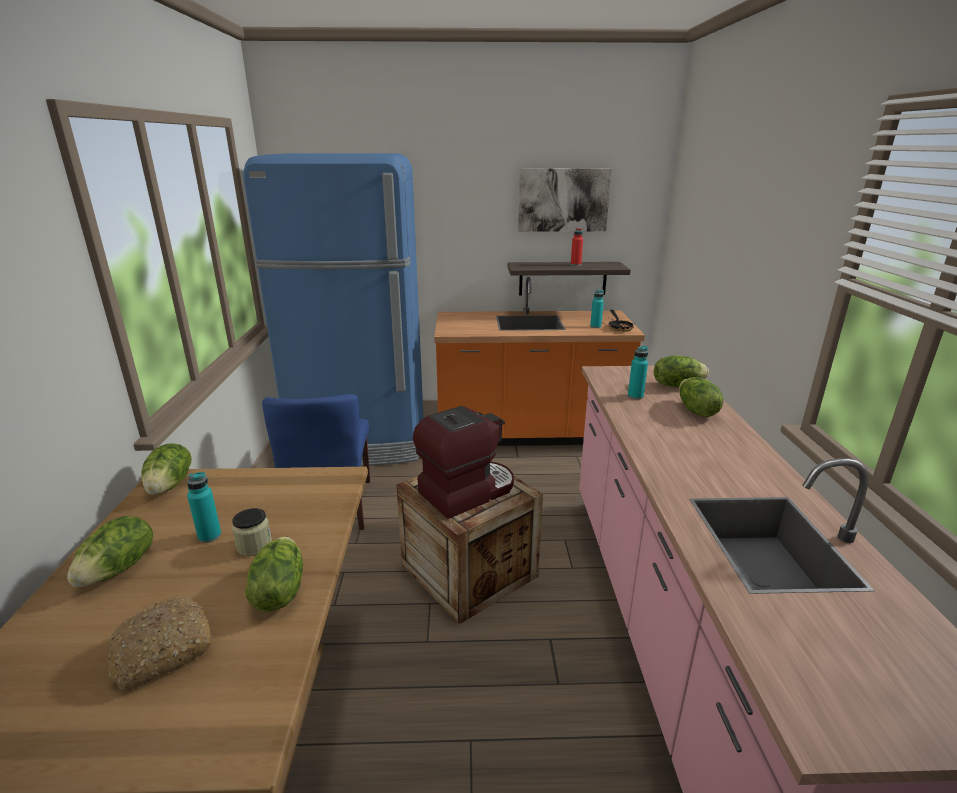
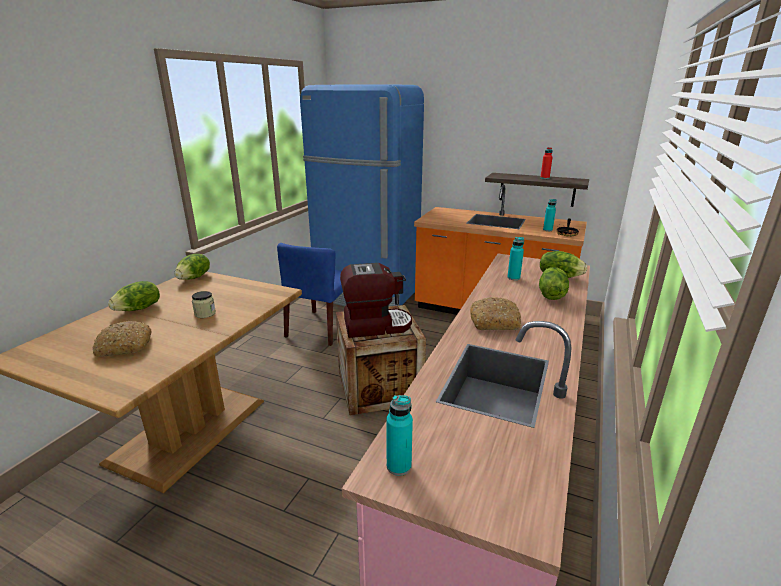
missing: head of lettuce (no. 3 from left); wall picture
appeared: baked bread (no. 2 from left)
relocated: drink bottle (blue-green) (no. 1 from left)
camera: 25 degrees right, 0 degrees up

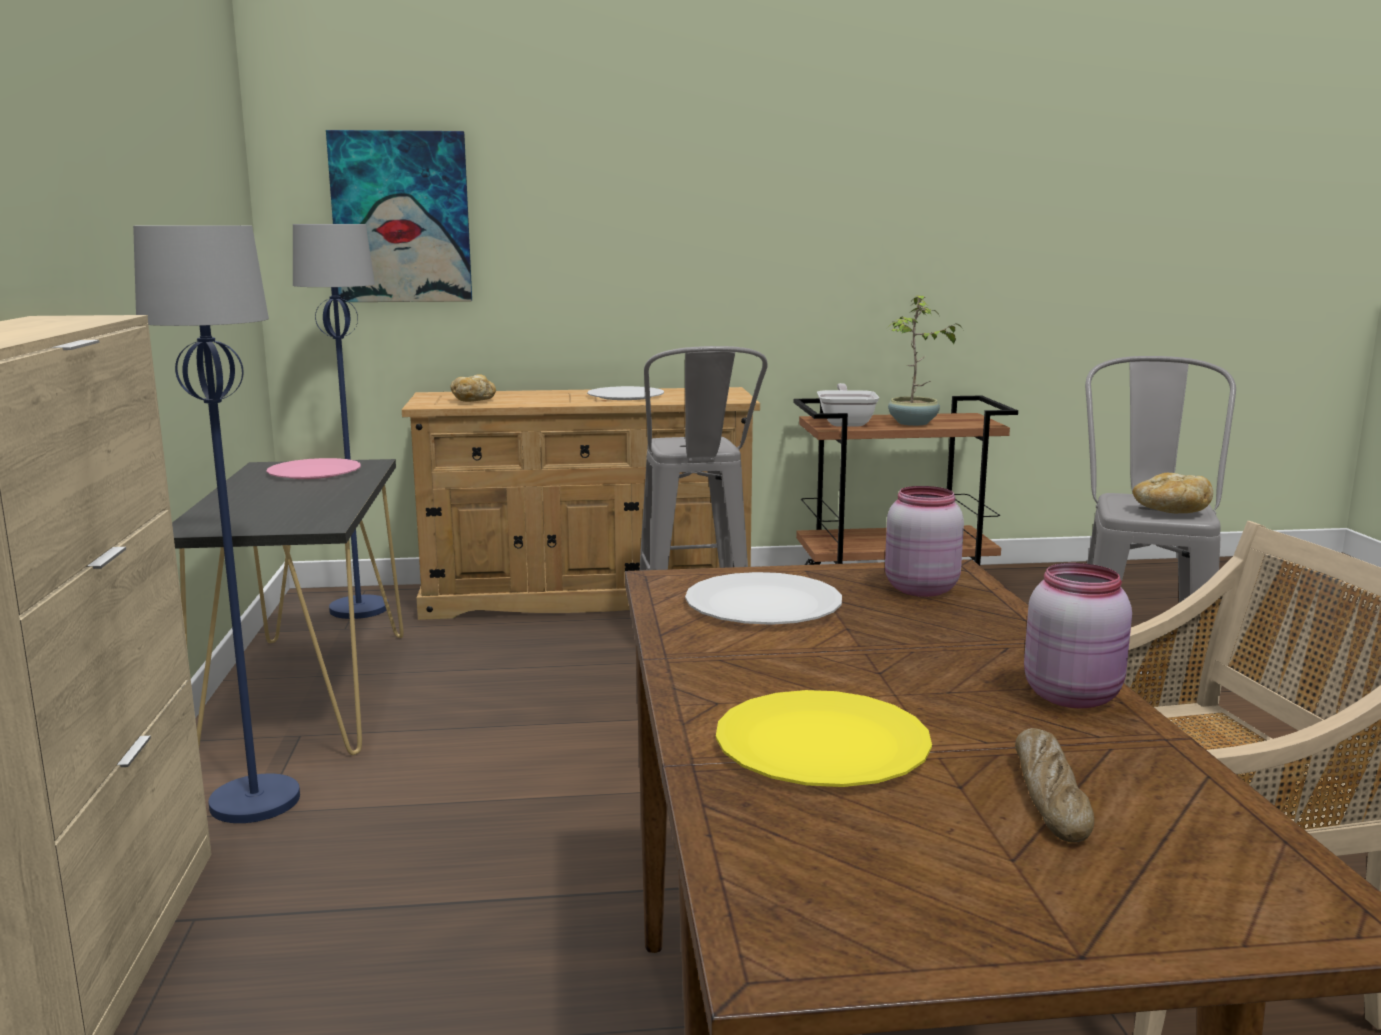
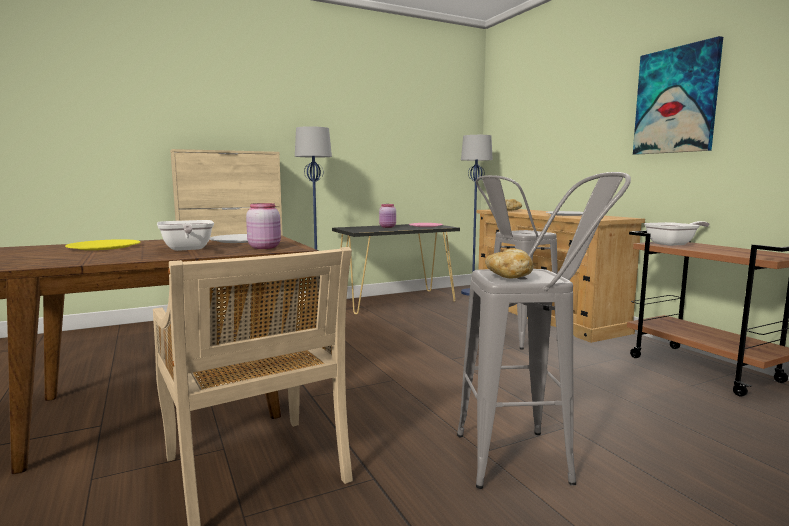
missing: potted plant; baked bread (no. 2 from left)
appeared: frying pan (no. 1 from left)
relocated: wall picture; storage jar (pink) (no. 2 from left)
camera: 70 degrees right, 5 degrees down

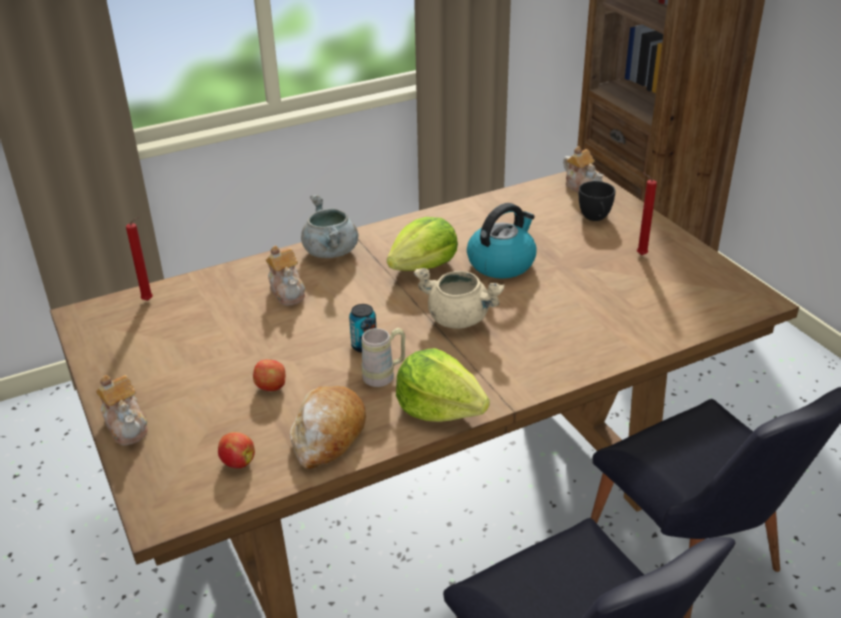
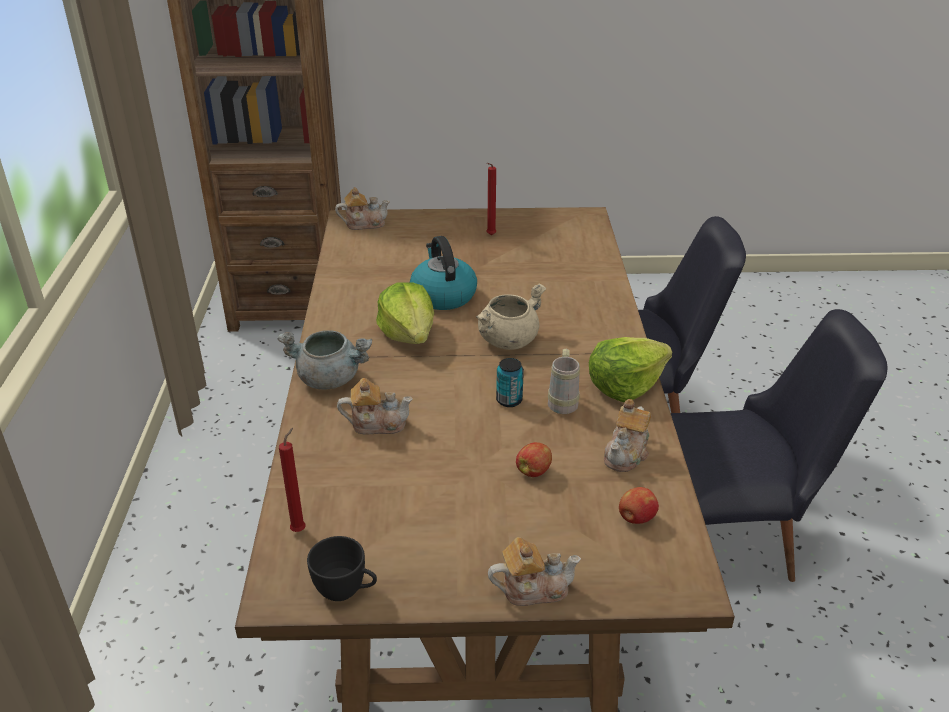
relocated: small cup (black)
exchanged: baked bread to tea pot (no. 4 from left)
camera: 65 degrees left, 0 degrees up

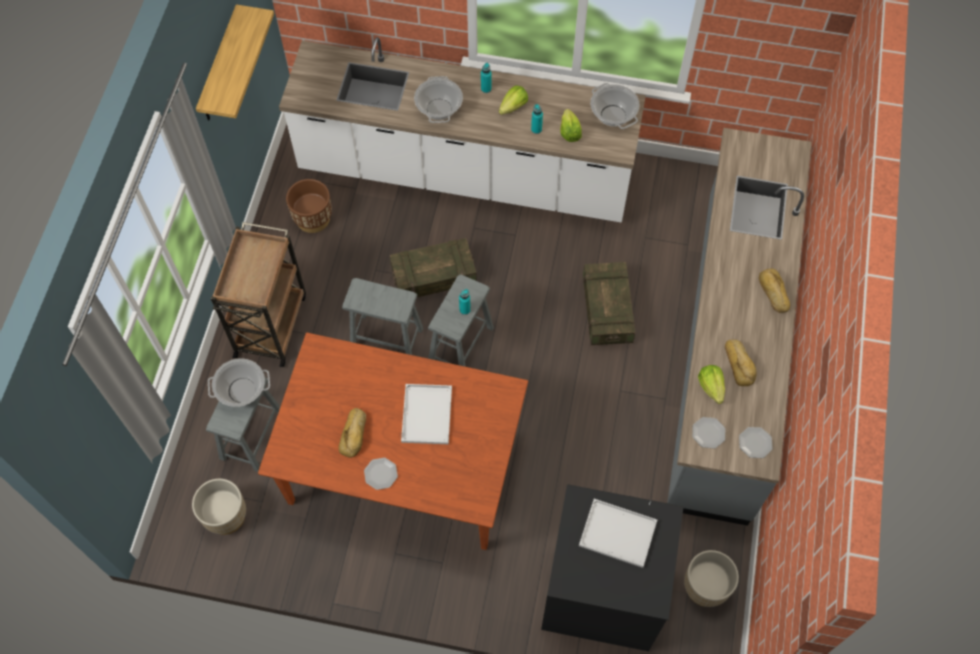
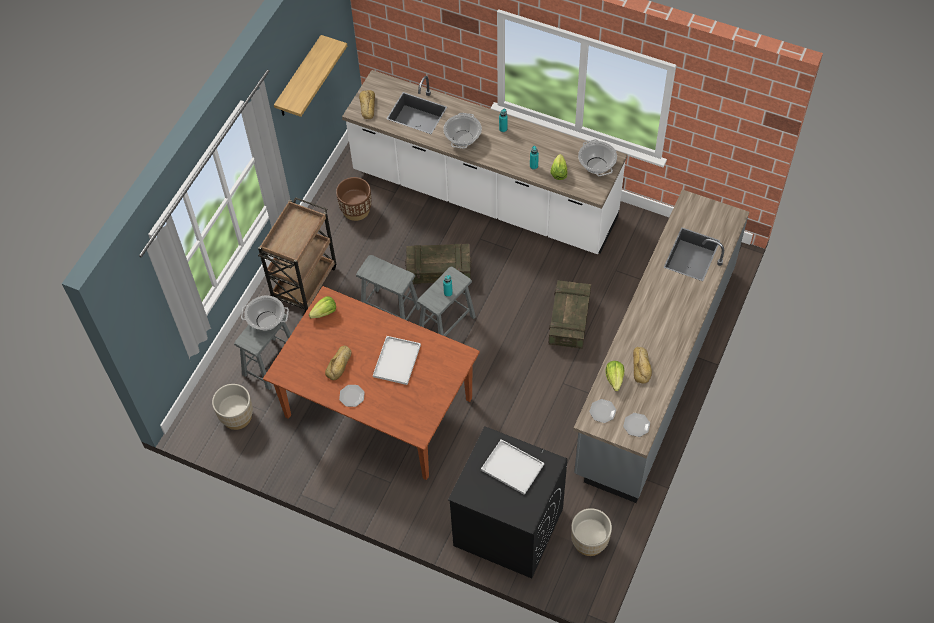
relocated: head of lettuce (no. 1 from left); baked bread (no. 3 from left in the first image) to baked bread (no. 2 from left)
camera: 15 degrees right, 5 degrees down

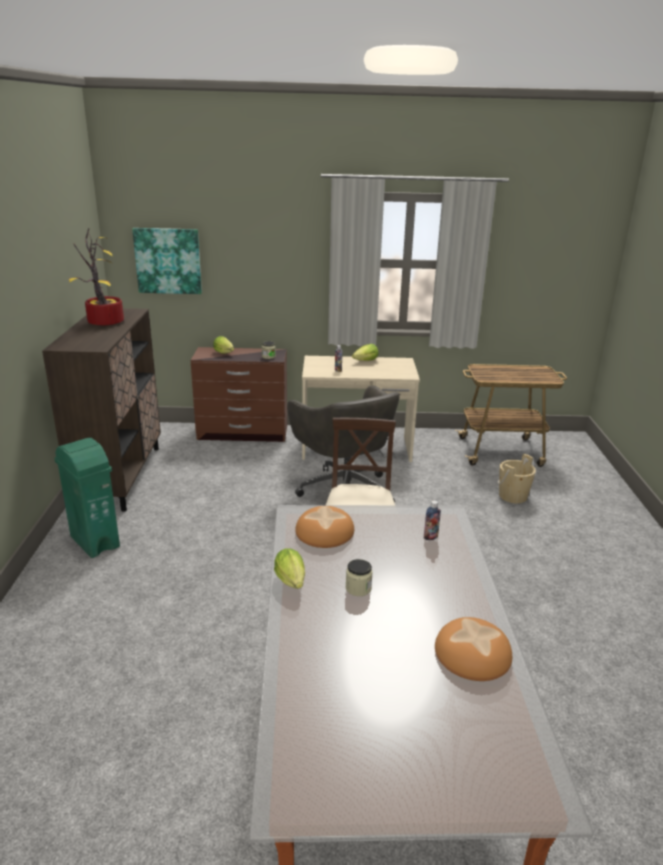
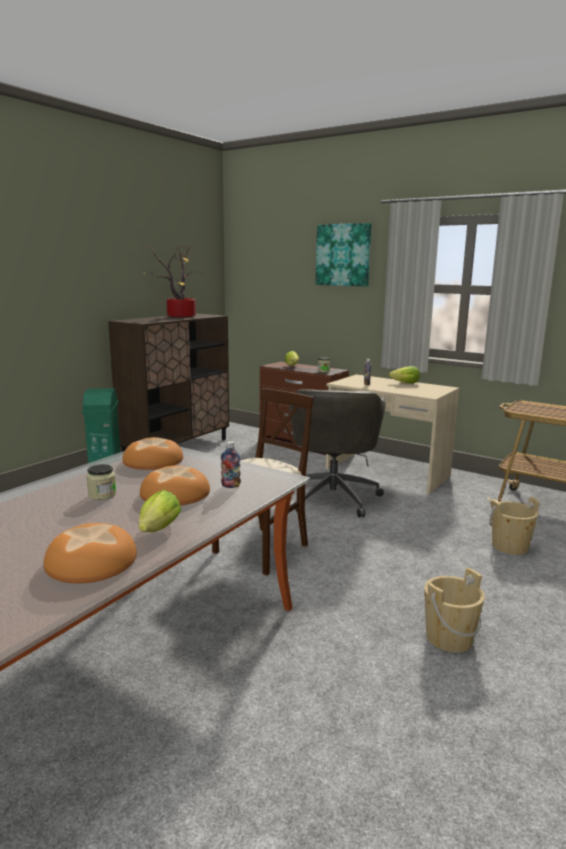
appeared: baked bread (no. 3 from left); water bucket (sand-coloured) (no. 1 from left)
relocated: wall picture; head of lettuce (no. 2 from left in the first image) to head of lettuce (no. 1 from left)
camera: 35 degrees right, 10 degrees down

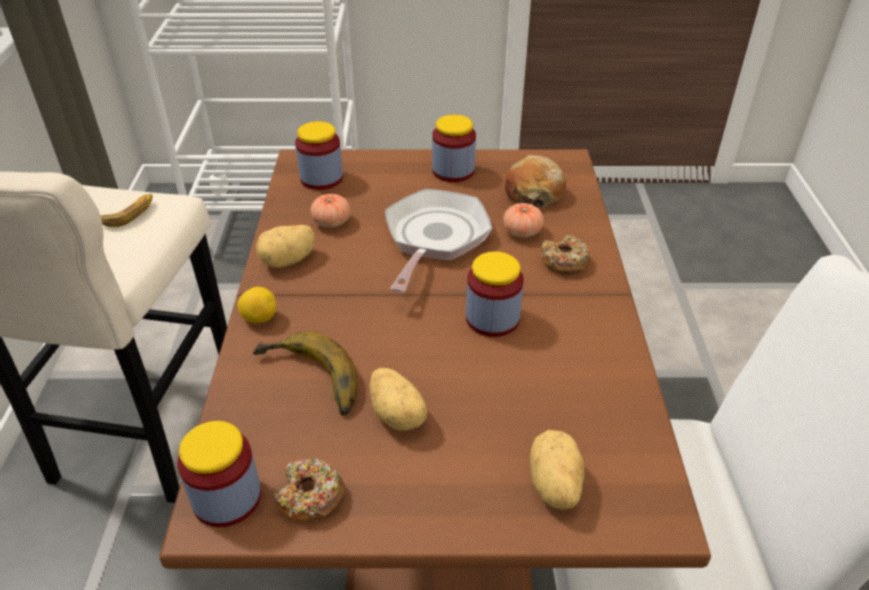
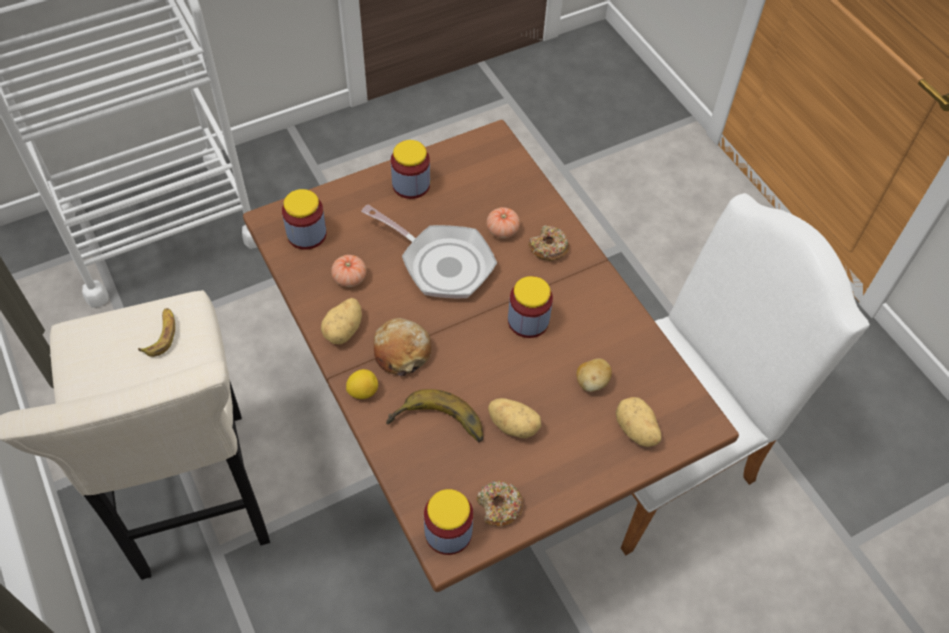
appeared: potato (no. 3 from left)
relocated: baked bread
spun: frying pan 135 degrees clockwise
camera: 30 degrees left, 15 degrees up

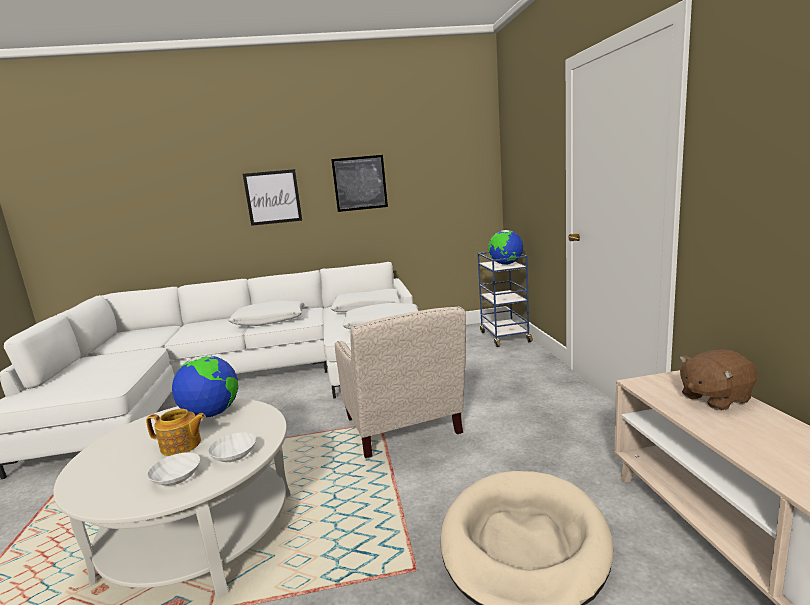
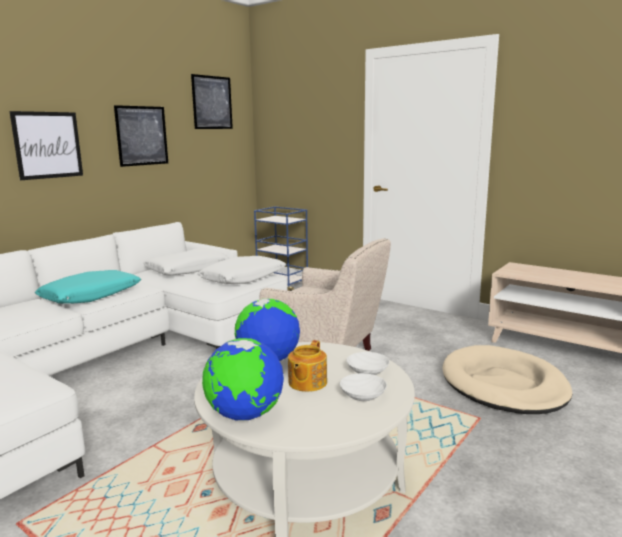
missing: plush toy (brownish)
appeared: wall picture (no. 3 from left)
relocated: world globe (no. 2 from left in the first image) to world globe (no. 1 from left)
colour: pillow (whitish) (no. 1 from left) to pillow (blue-green)
spun: tea pot 150 degrees clockwise
camera: 45 degrees left, 0 degrees up

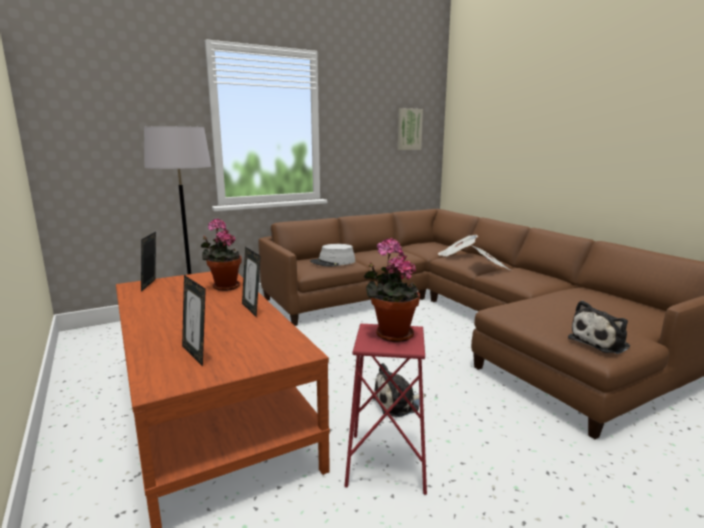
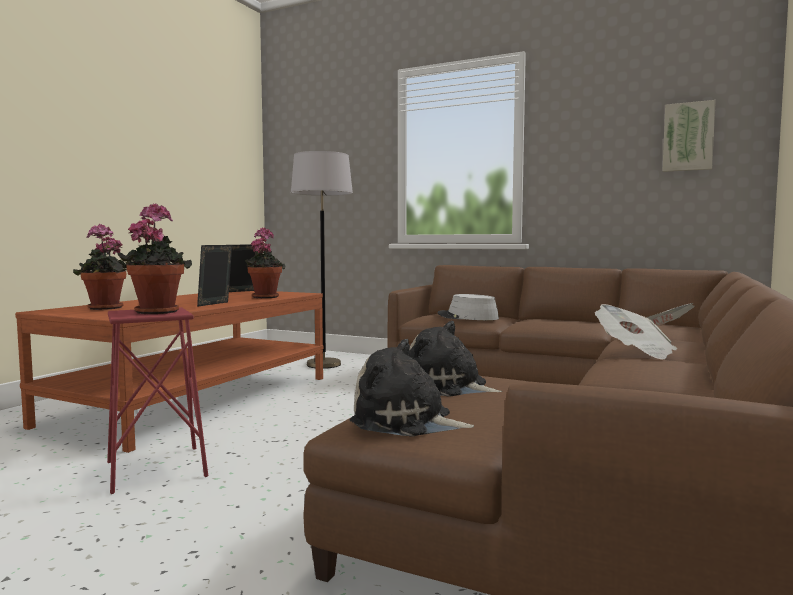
relocated: plush toy (no. 1 from left in the first image) to plush toy (no. 2 from left)
exchanged: picture frame (no. 2 from left) to potted plant (no. 1 from left)
camera: 55 degrees right, 10 degrees down

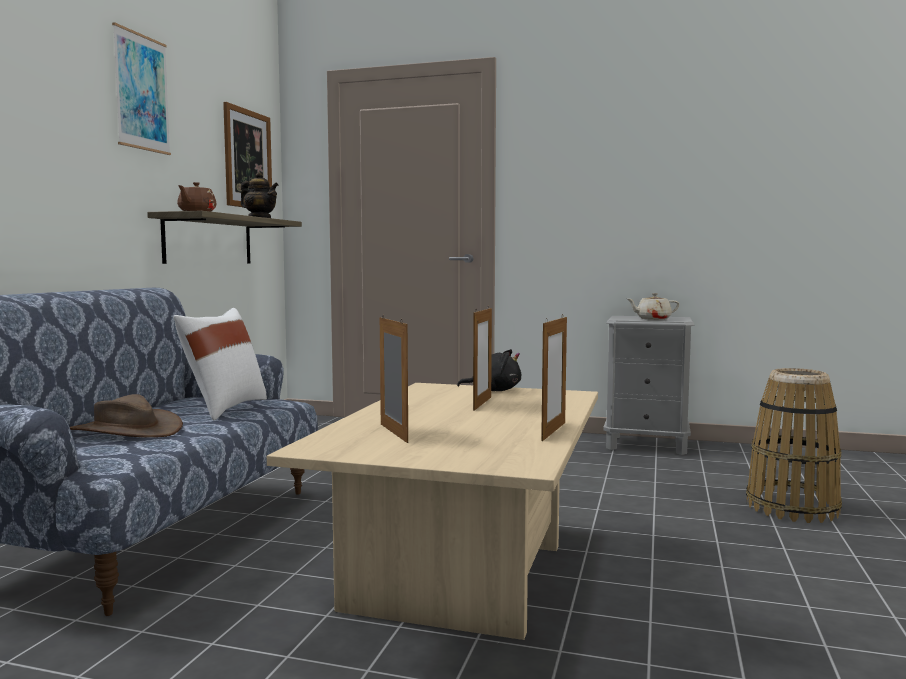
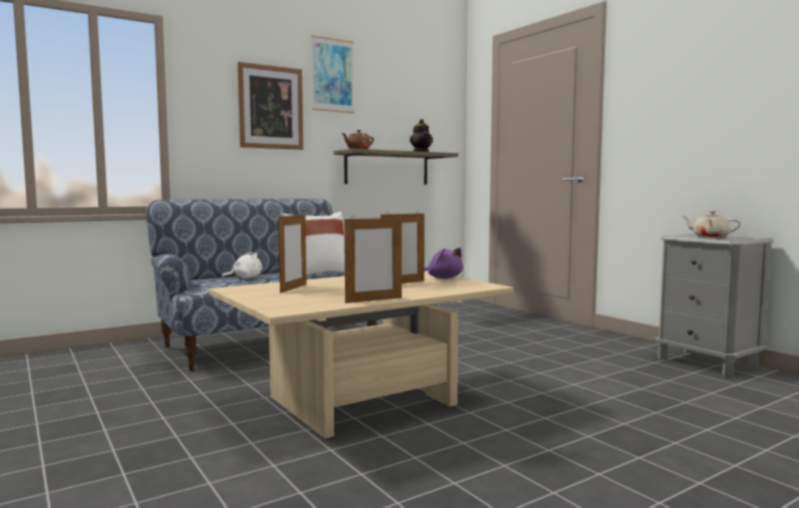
missing: household basket
relocated: wall picture (no. 2 from left in the first image) to wall picture (no. 1 from left)
exchanged: clothing hat (brownish) to plush toy (whitish)
colour: plush toy (black) to plush toy (purple)
camera: 40 degrees right, 0 degrees up

